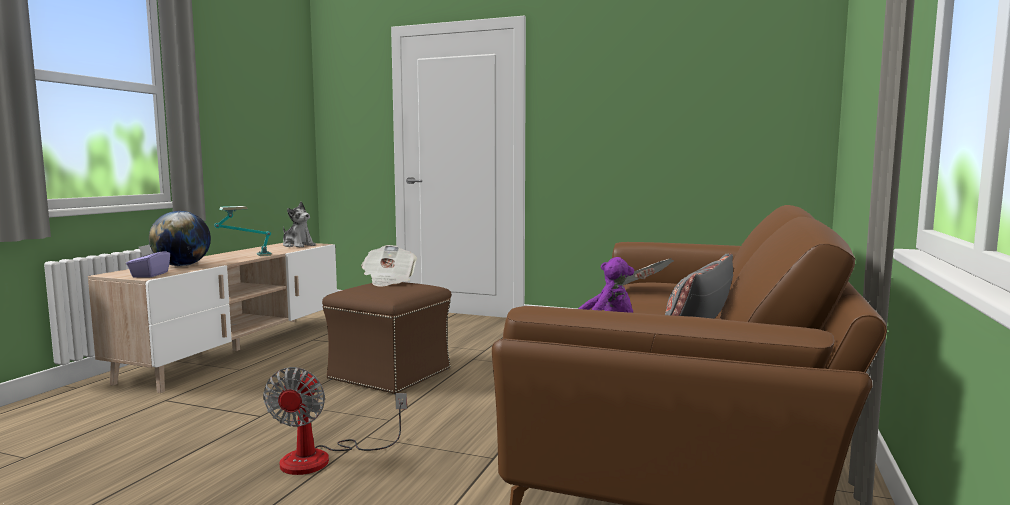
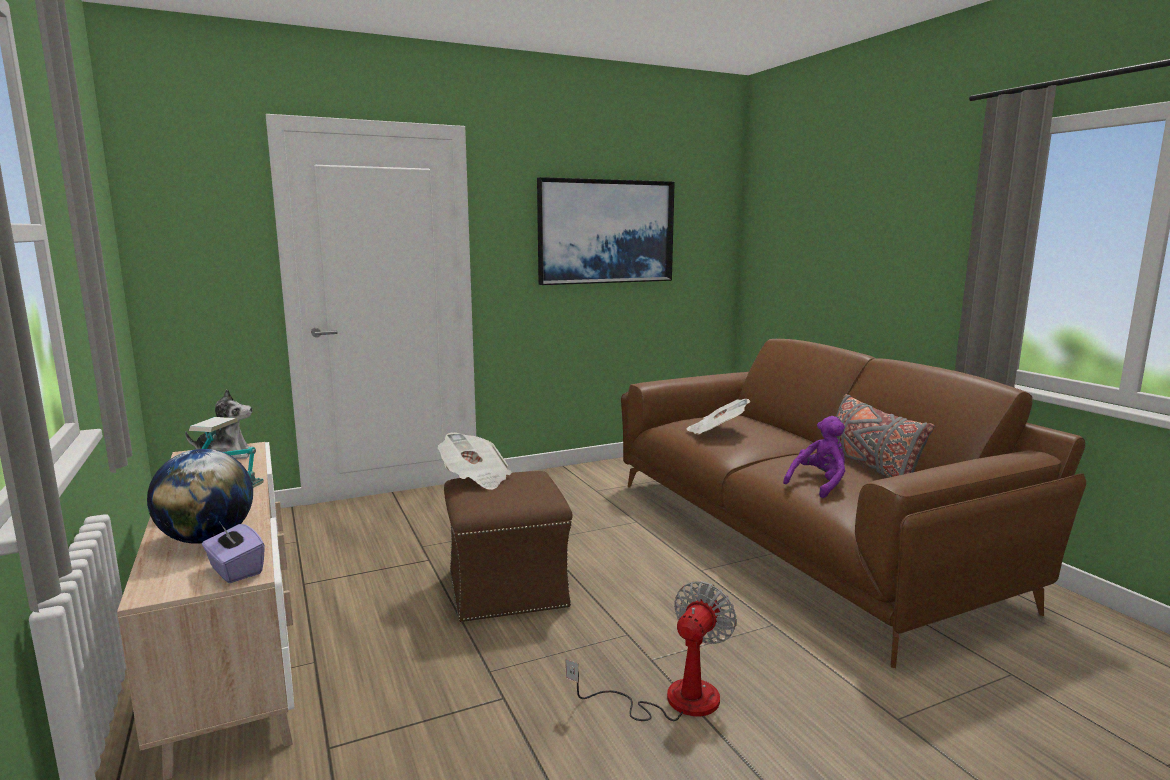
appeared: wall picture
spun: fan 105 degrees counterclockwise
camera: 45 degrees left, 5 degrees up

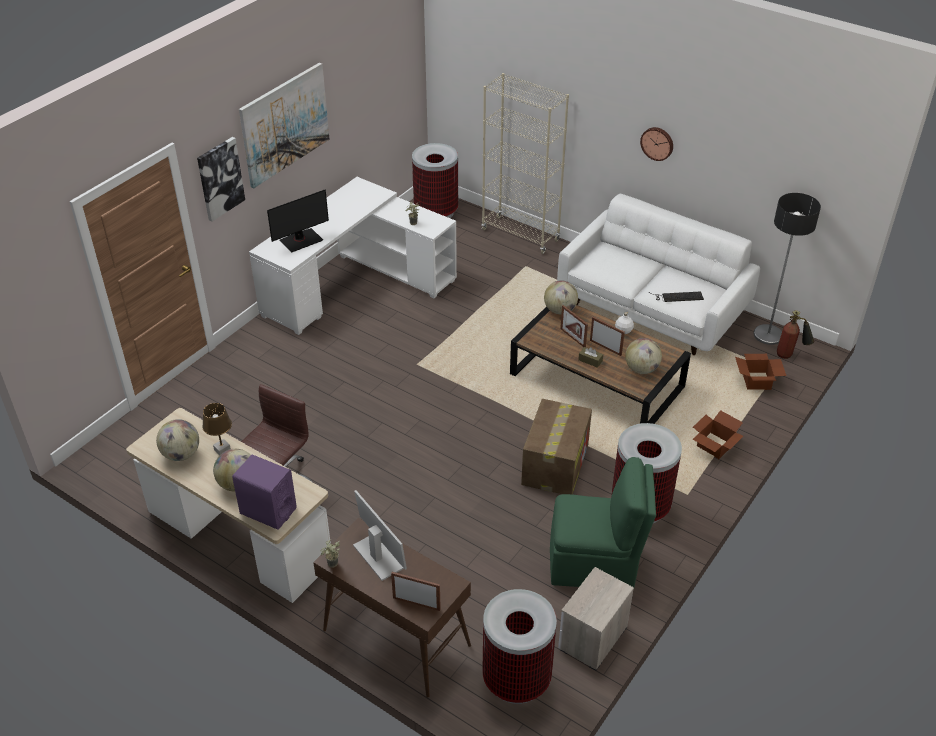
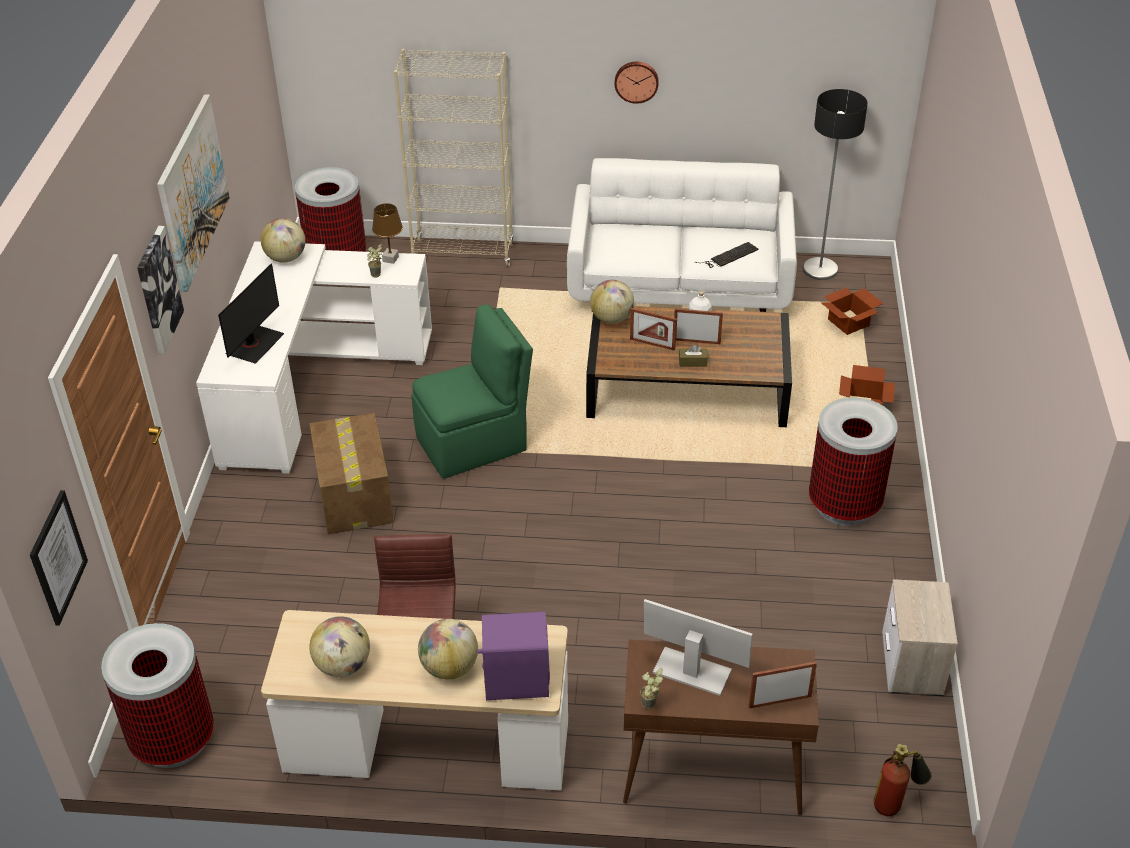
appeared: wall picture (no. 1 from left)
relocated: lamp for a table (brownish); trash can (no. 2 from left in the first image) to trash can (no. 1 from left); cardboard box (no. 1 from left); plain chair (green); world globe (no. 4 from left in the first image) to world globe (no. 1 from left); extinguisher
camera: 30 degrees left, 0 degrees up

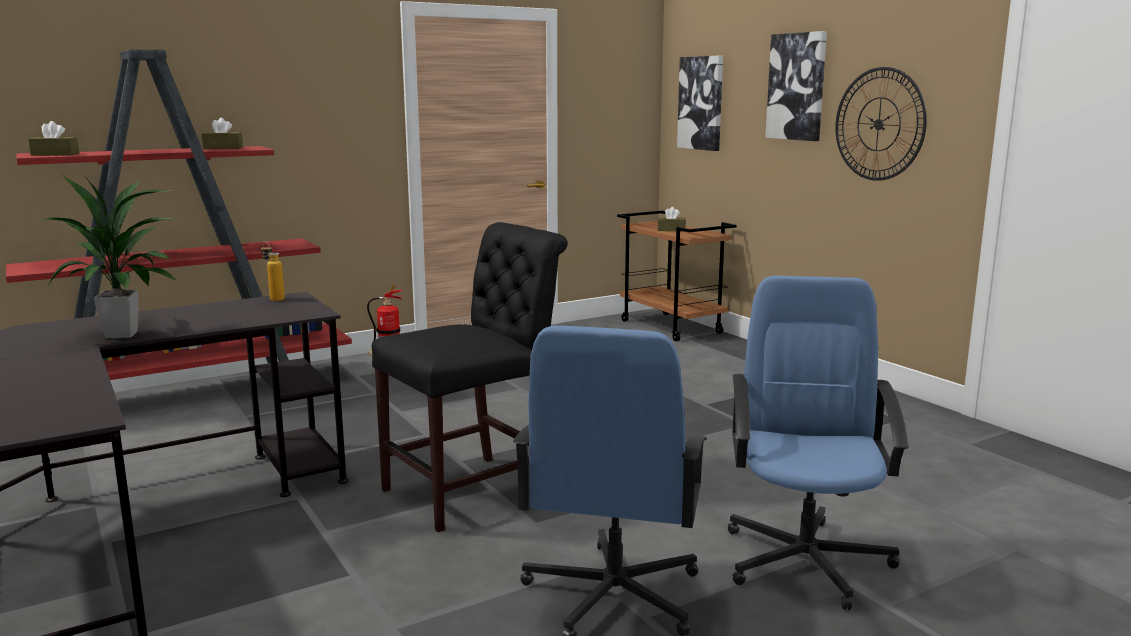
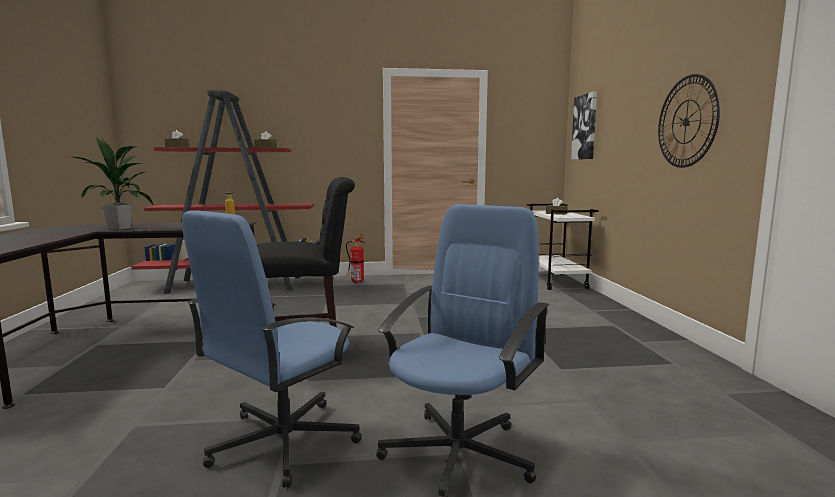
missing: wall picture (no. 2 from left)
colour: cart (brownish) to cart (whitish)
camera: 25 degrees right, 5 degrees down

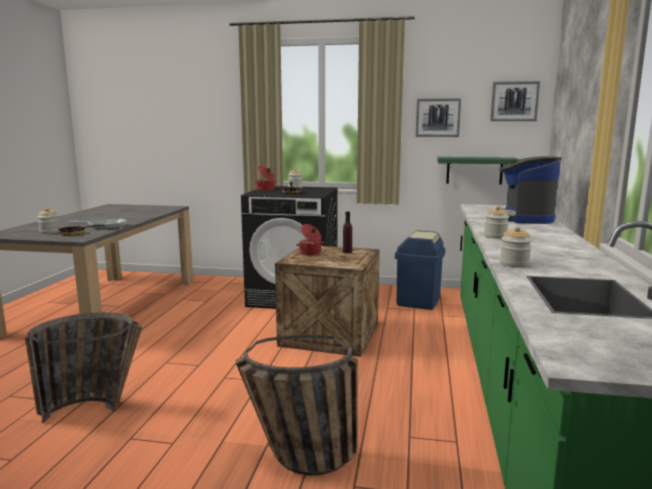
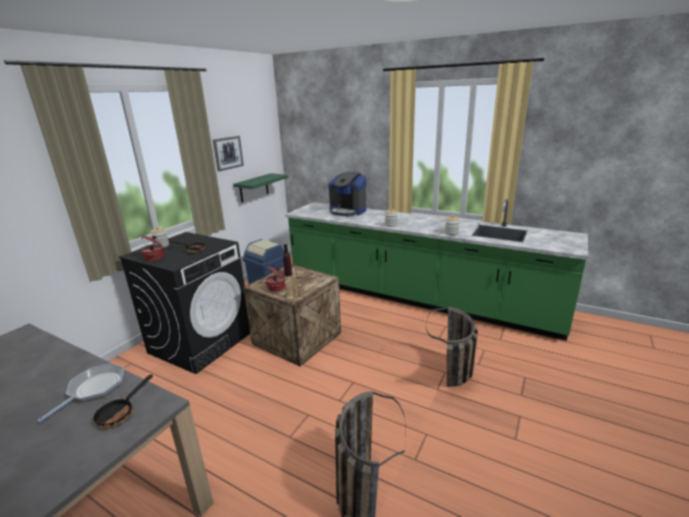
missing: storage jar (no. 1 from left); wall picture (no. 2 from left)
camera: 70 degrees left, 10 degrees up

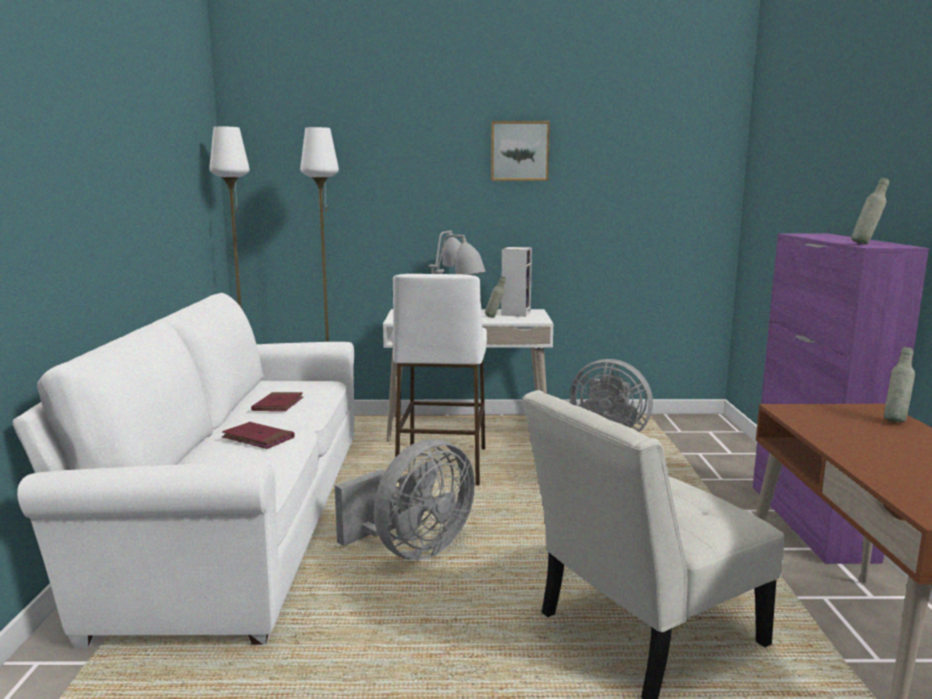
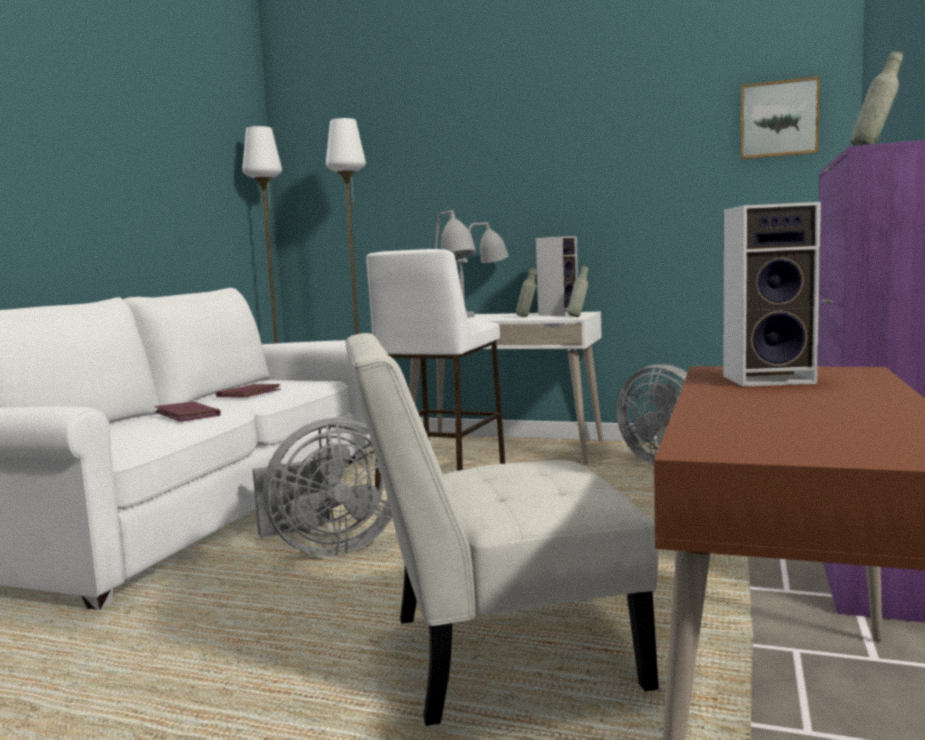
appeared: speaker (no. 2 from left)
relocated: wall picture; drink bottle (grey) (no. 3 from left in the first image) to drink bottle (grey) (no. 2 from left)
camera: 20 degrees right, 5 degrees down

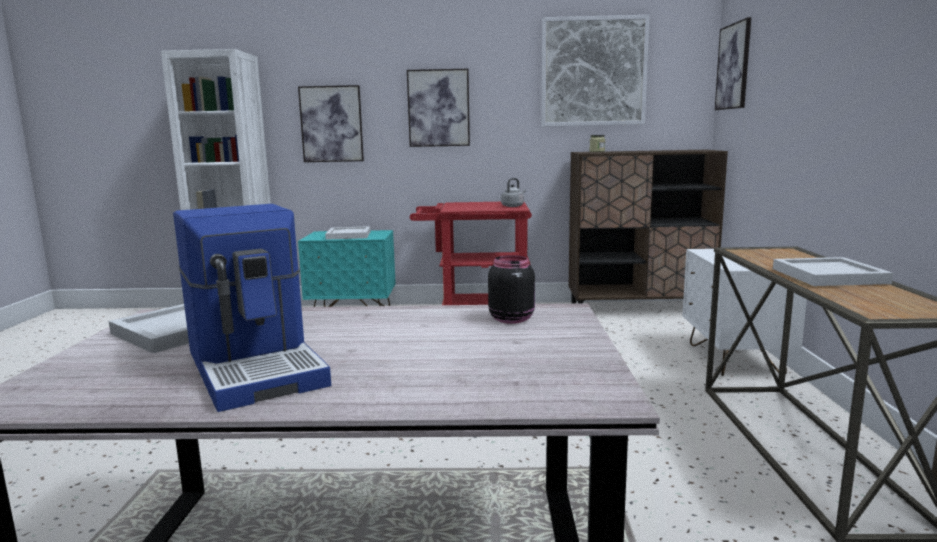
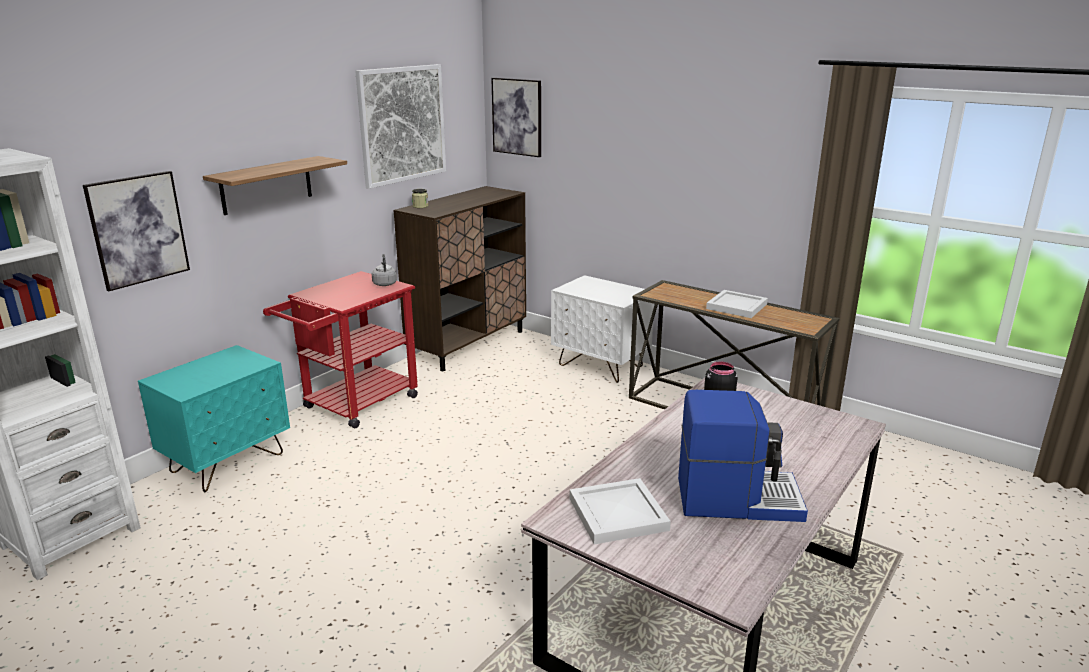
missing: tray (whitish) (no. 2 from left)
exchanged: wall picture (no. 2 from left) to shelf
camera: 55 degrees left, 10 degrees up

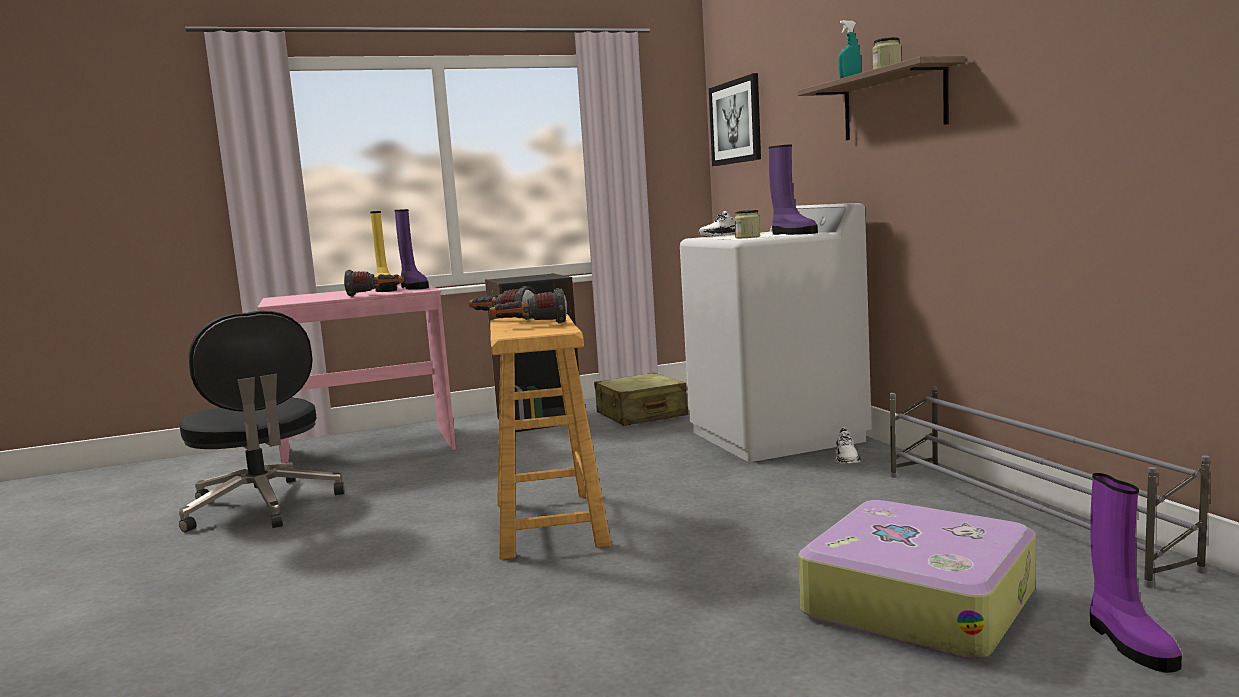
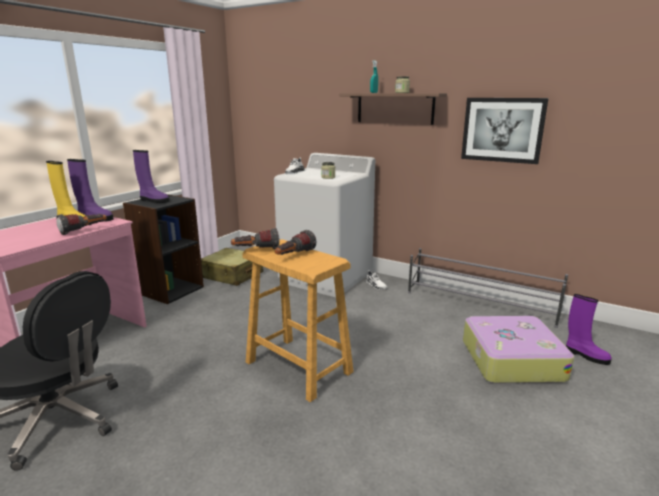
relocated: wall picture; high-top boot (purple) (no. 2 from left)
camera: 40 degrees left, 10 degrees up

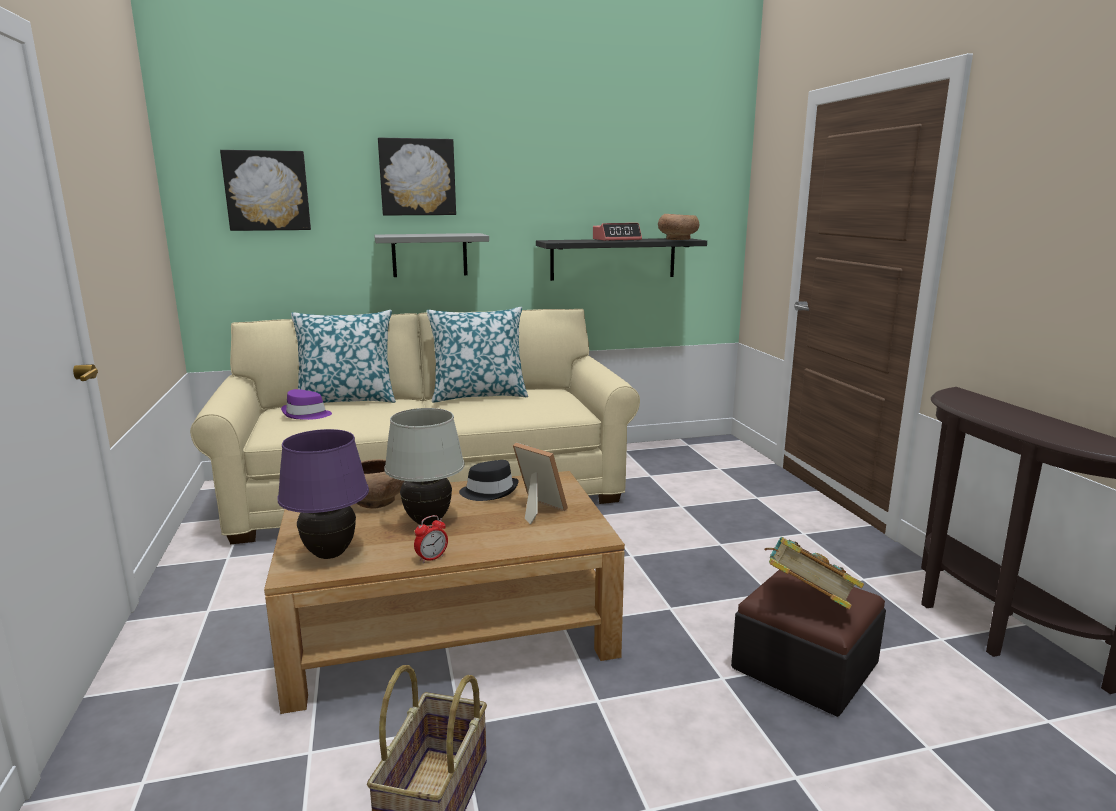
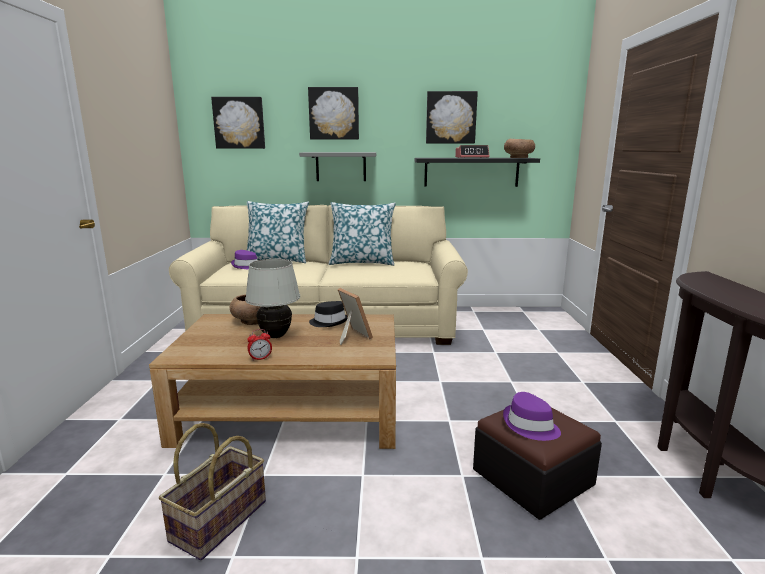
missing: lamp for a table (purple)
appeared: wall picture (no. 3 from left)
exchanged: book to clothing hat (purple) (no. 2 from left)
camera: 15 degrees right, 0 degrees up

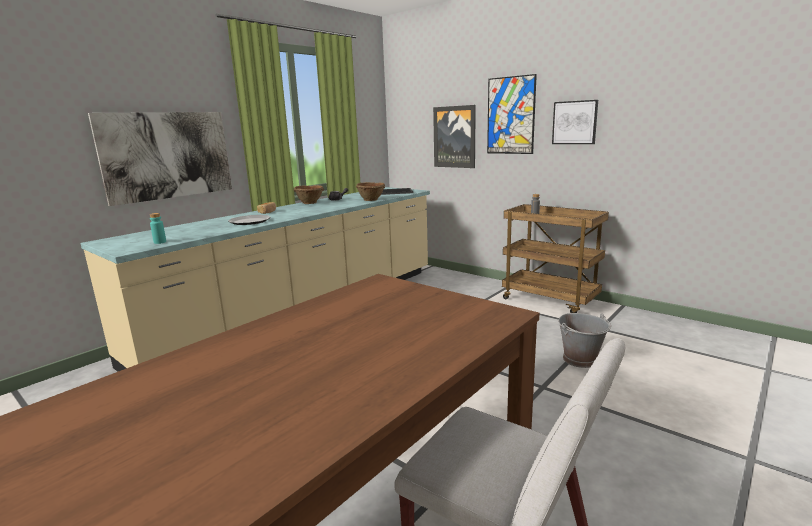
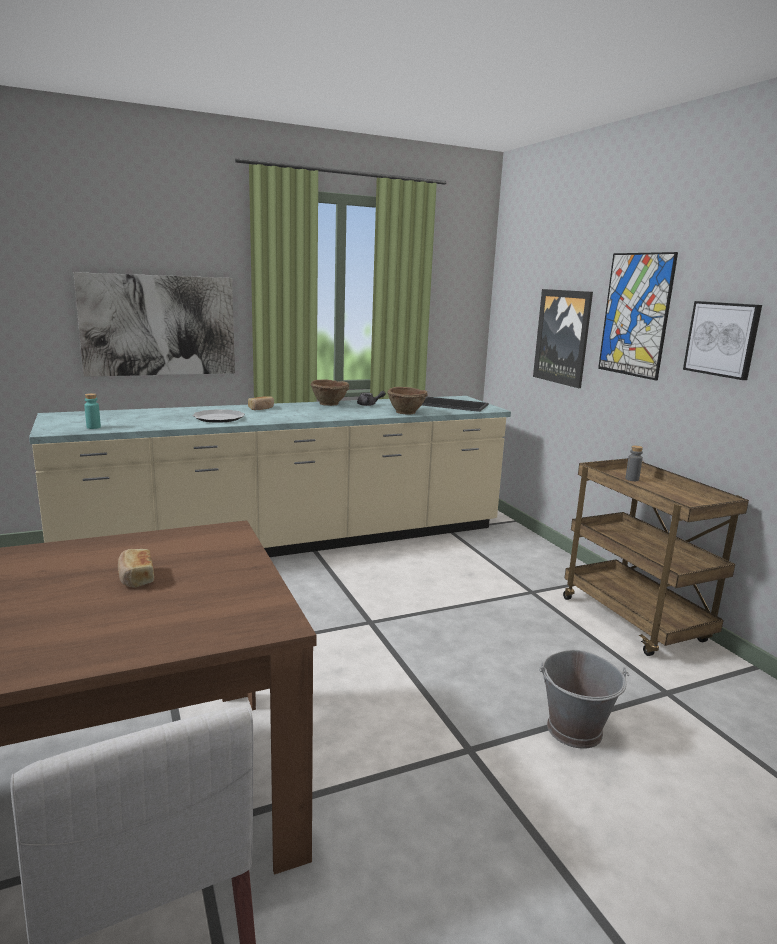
appeared: baked bread (no. 1 from left)
camera: 25 degrees right, 0 degrees up

